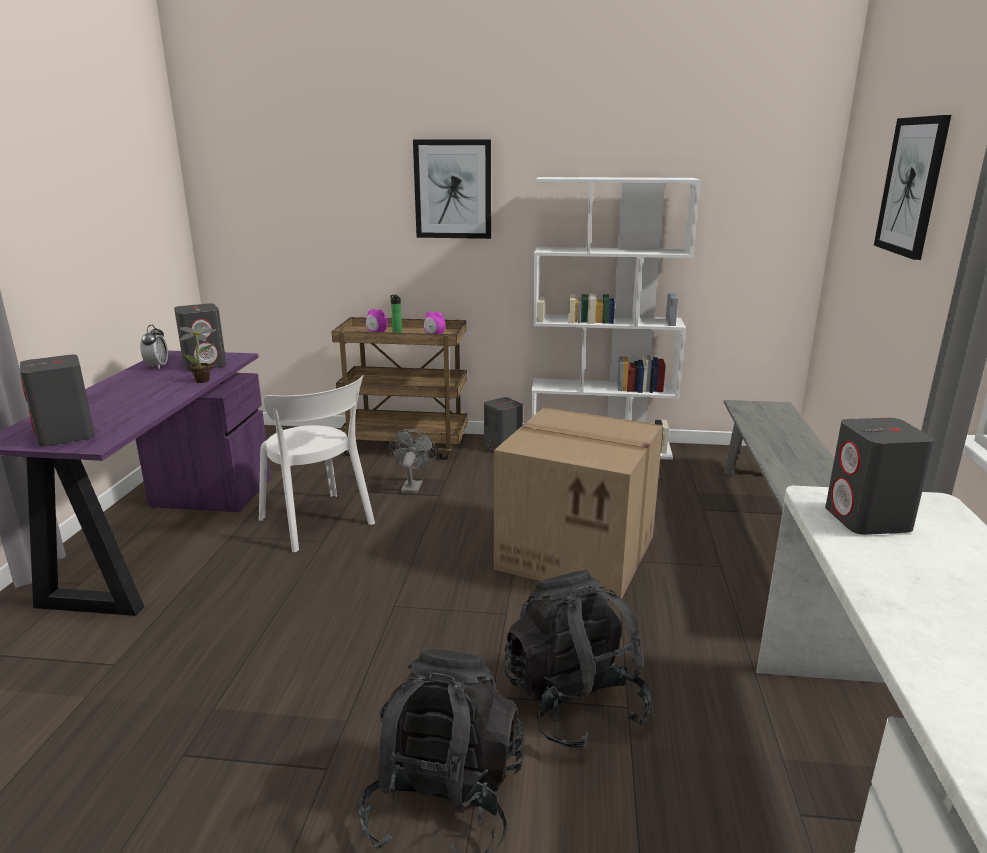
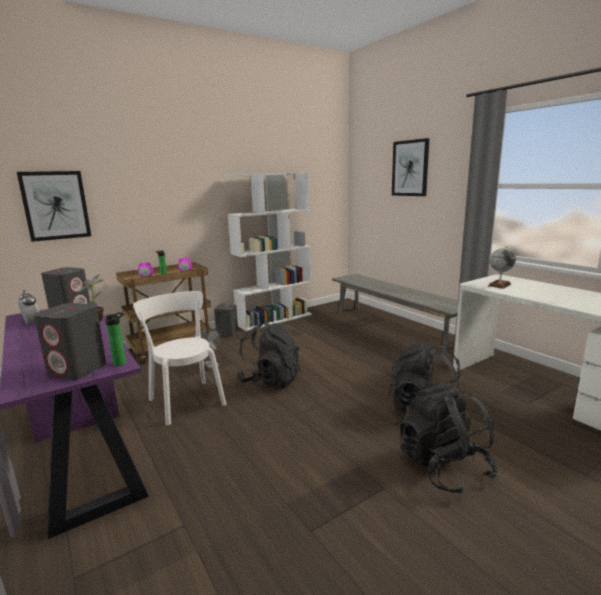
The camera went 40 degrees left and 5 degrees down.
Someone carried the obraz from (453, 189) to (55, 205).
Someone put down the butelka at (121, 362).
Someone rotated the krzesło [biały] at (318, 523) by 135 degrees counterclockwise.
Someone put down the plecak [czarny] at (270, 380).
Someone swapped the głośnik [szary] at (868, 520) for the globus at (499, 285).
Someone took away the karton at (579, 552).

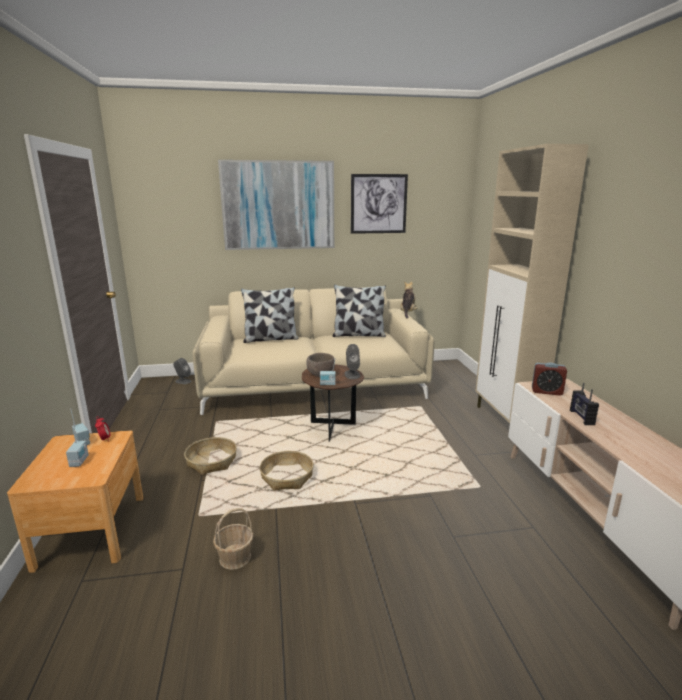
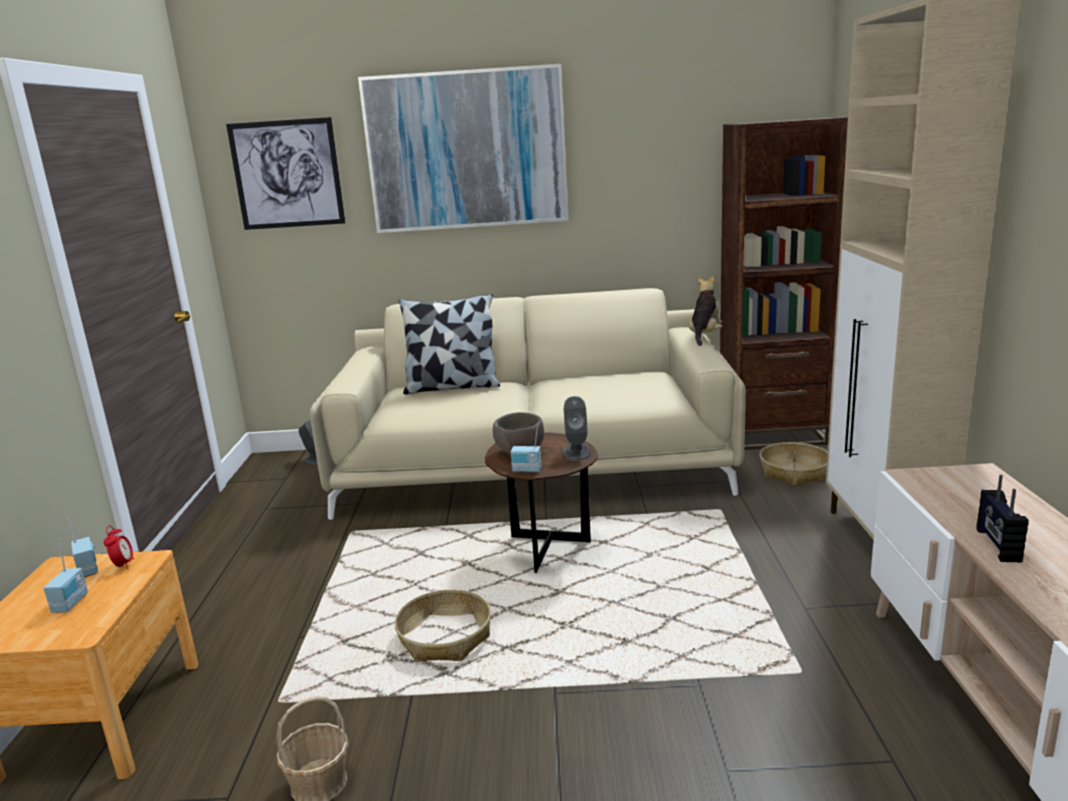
The camera went 10 degrees right and 0 degrees up.
Someone carried the obraz from (378, 204) to (287, 174).
Someone put down the regał [brązowy] at (772, 435).
Someone carried the koszyk from (211, 462) to (794, 472).
Someone took away the poduszka at (358, 335).
Someone took away the budzik at (546, 392).

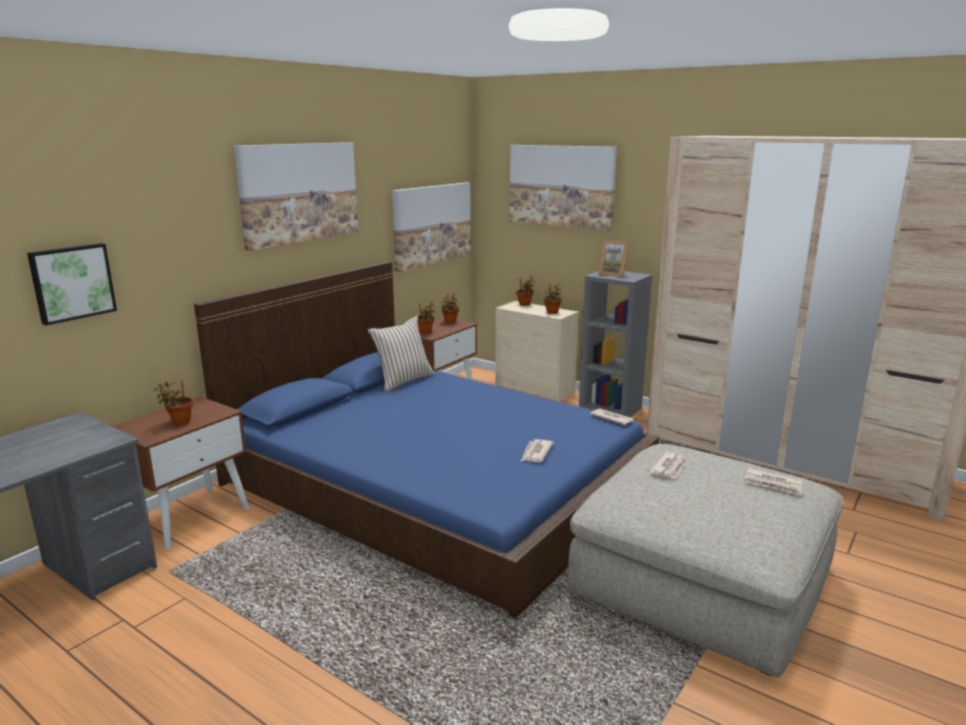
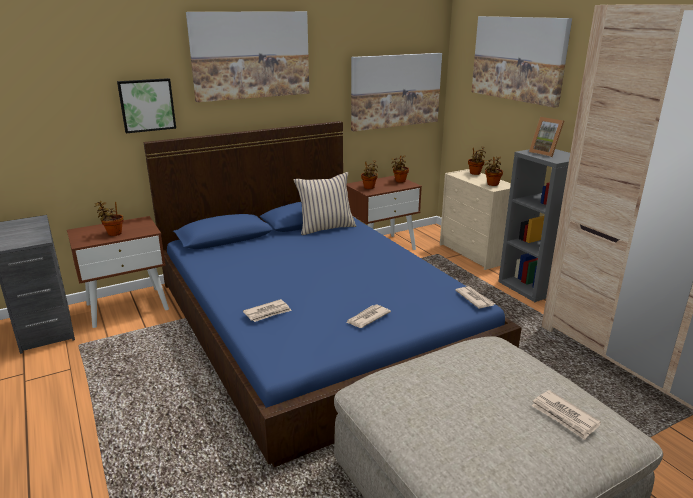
The camera went 25 degrees right and 5 degrees up.
Someone carried the obraz from (72, 282) to (147, 105).
Someone carried the gazeta from (669, 467) to (268, 312).

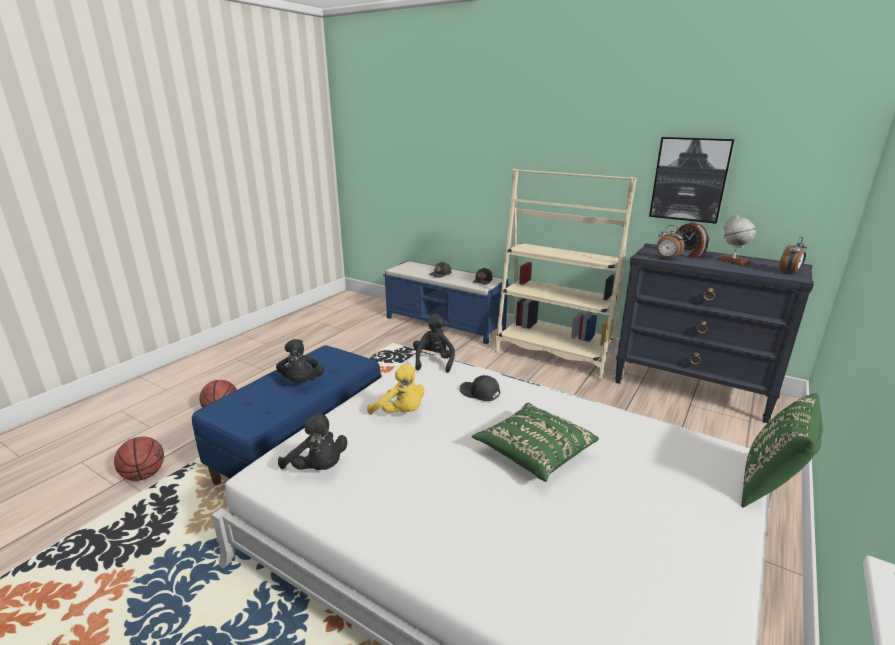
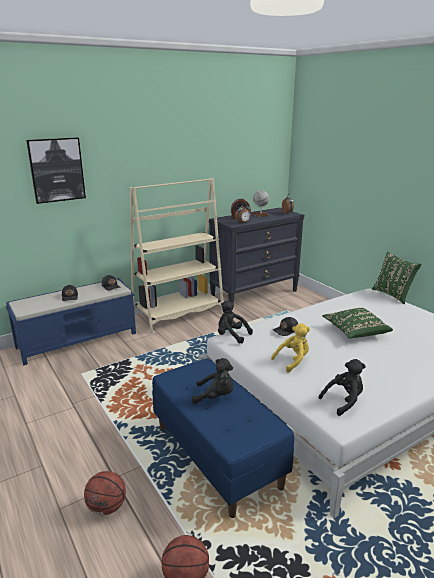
The camera went 65 degrees left and 0 degrees up.
Someone carried the obraz from (689, 179) to (56, 170).

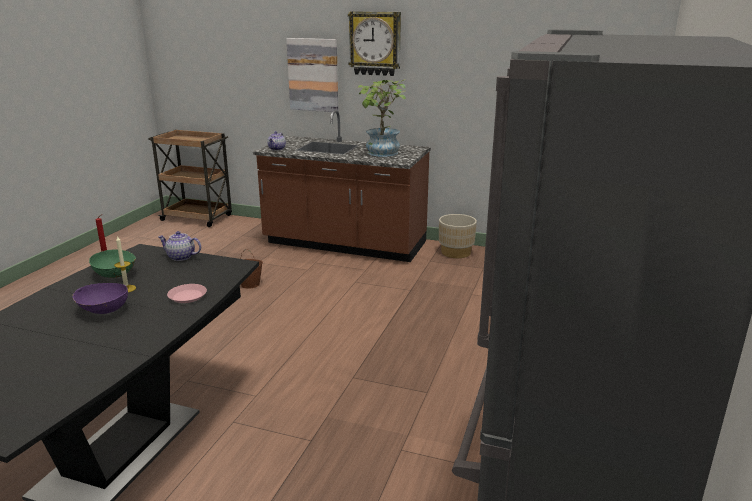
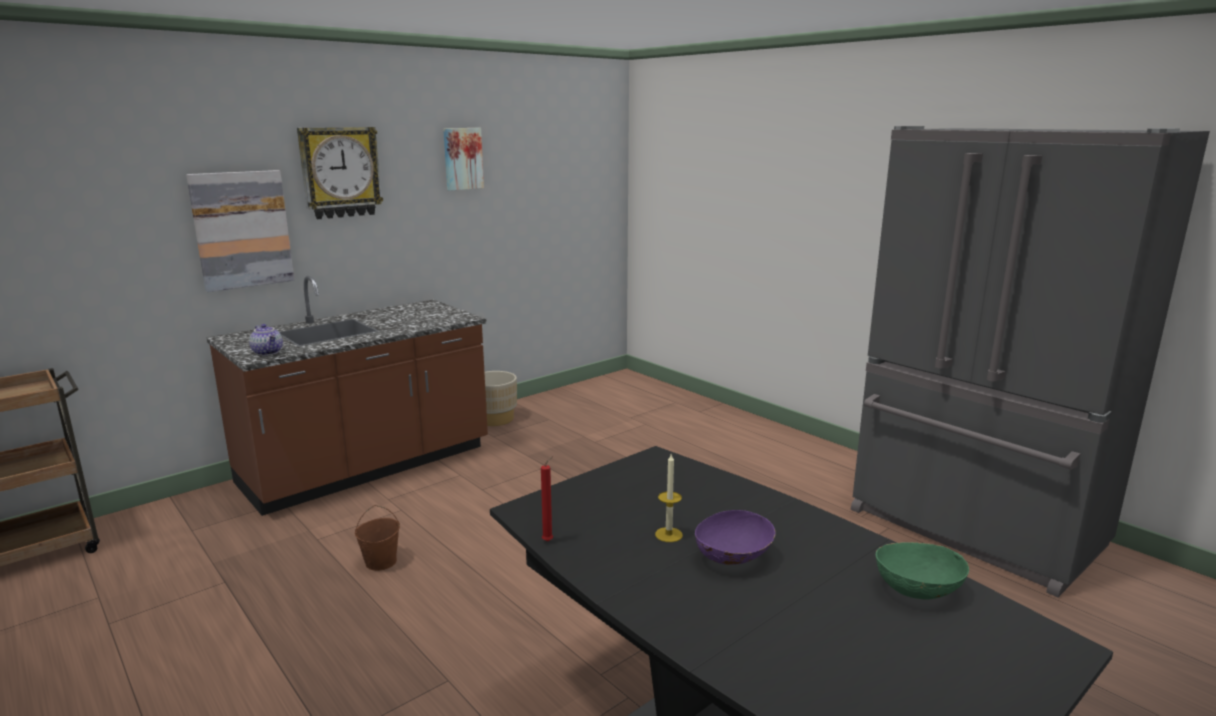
The camera went 60 degrees left and 5 degrees down.
Someone put up the obraz at (462, 158).
Someone carried the miska [zielony] from (115, 275) to (917, 589).
Someone took away the imbryk at (180, 257).
Someone took away the talerz [różowy] at (187, 296).
Someone took away the roślina doniczkowa at (381, 153).

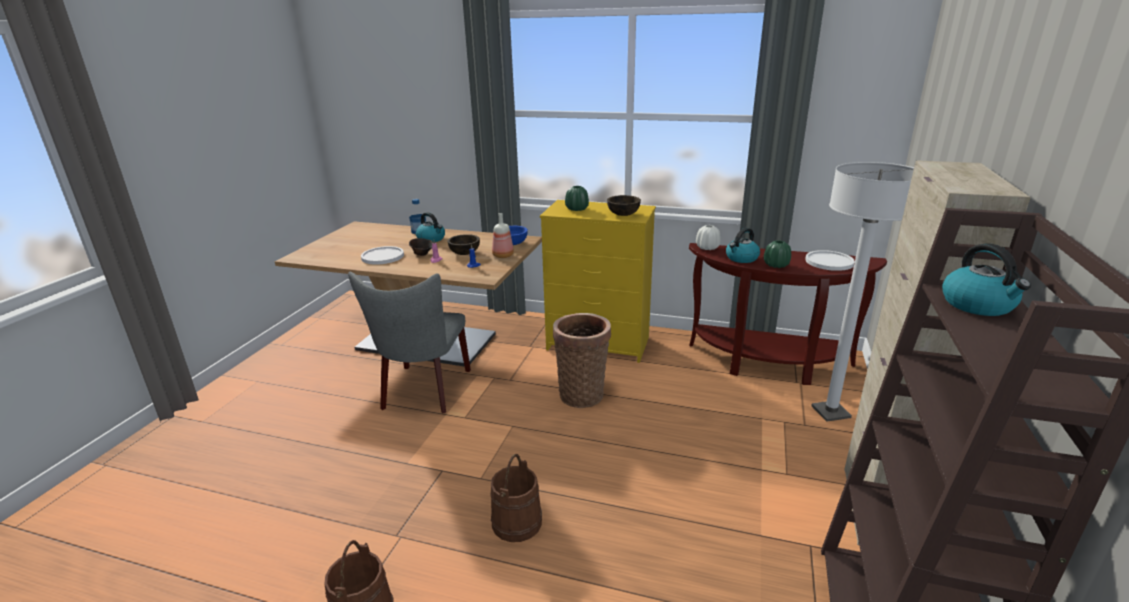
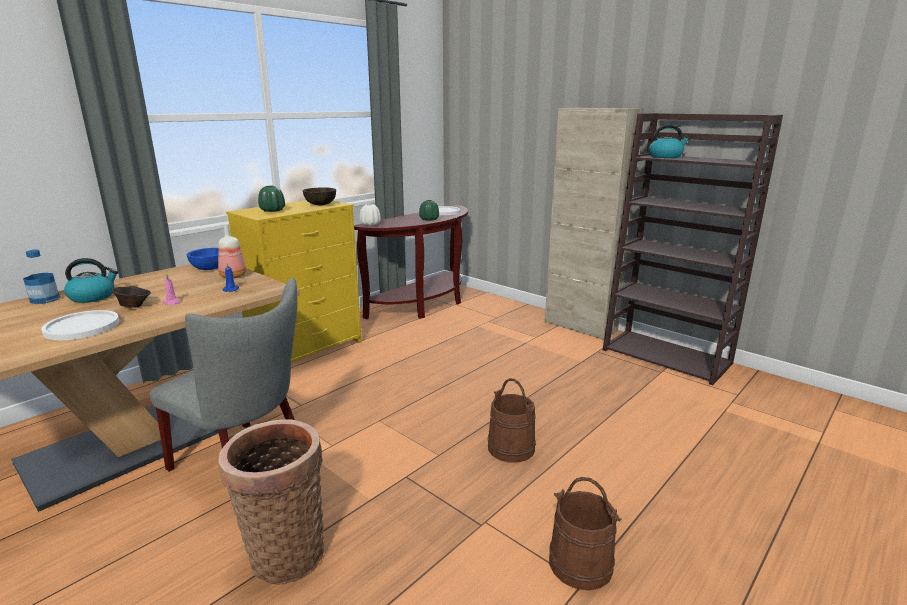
The camera went 65 degrees left and 5 degrees down.
Someone carried the koszyk from (582, 393) to (285, 552).
Someone took away the miska [brązowy] at (465, 253).
Someone took away the czajnik at (741, 258).
Someone took away the lampa stojąca [biały] at (830, 412).

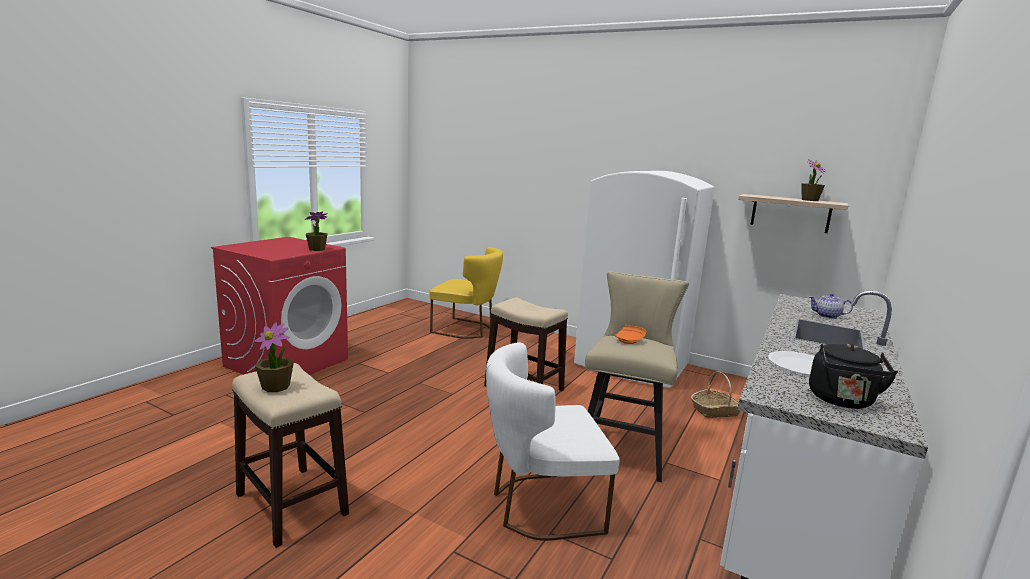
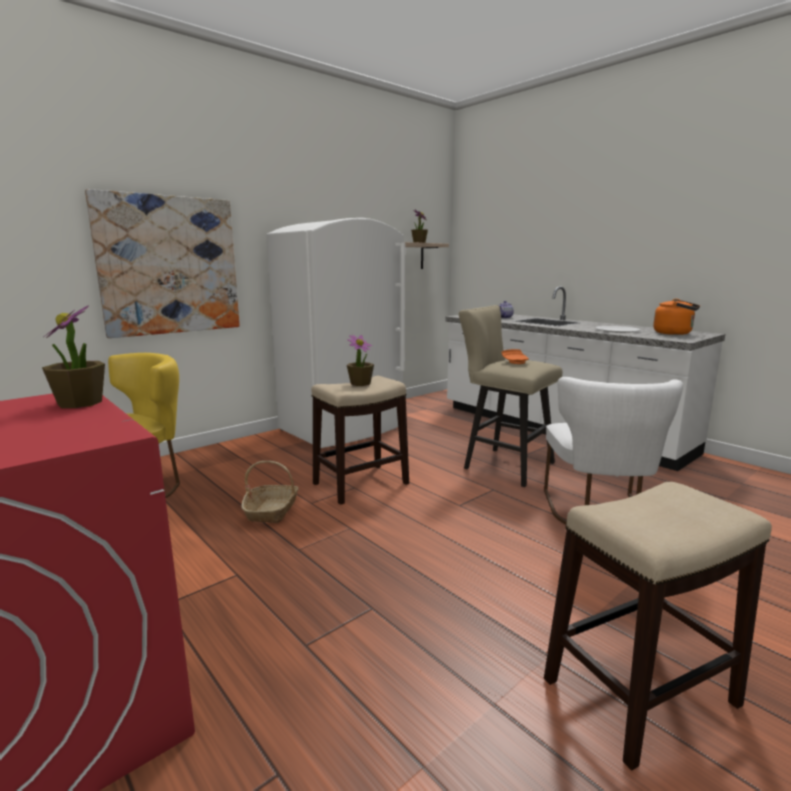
The camera went 70 degrees left and 0 degrees up.
Someone put up the obraz at (169, 265).
Someone carried the koszyk from (715, 411) to (272, 510).
Someone carried the roślina doniczkowa from (276, 386) to (360, 383).
Someone repainted the czajnik [czarny] at (842, 401), which became the czajnik [pomarańczowy] at (675, 333).

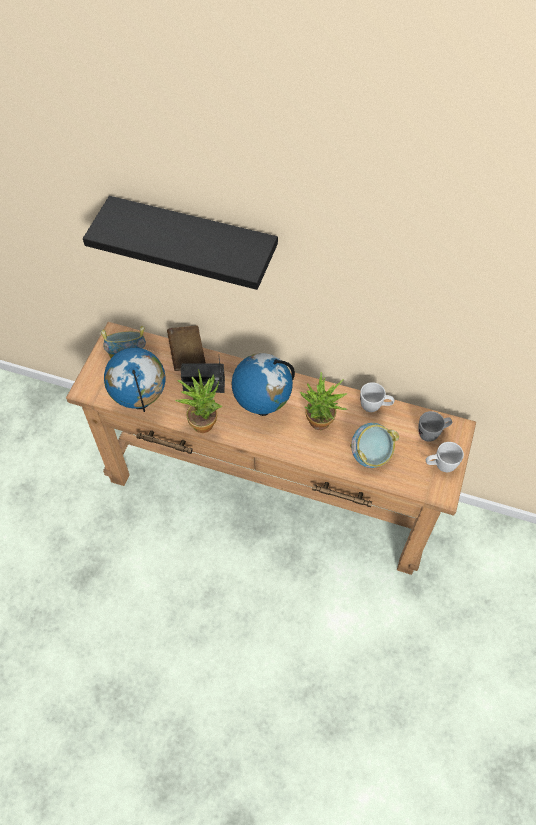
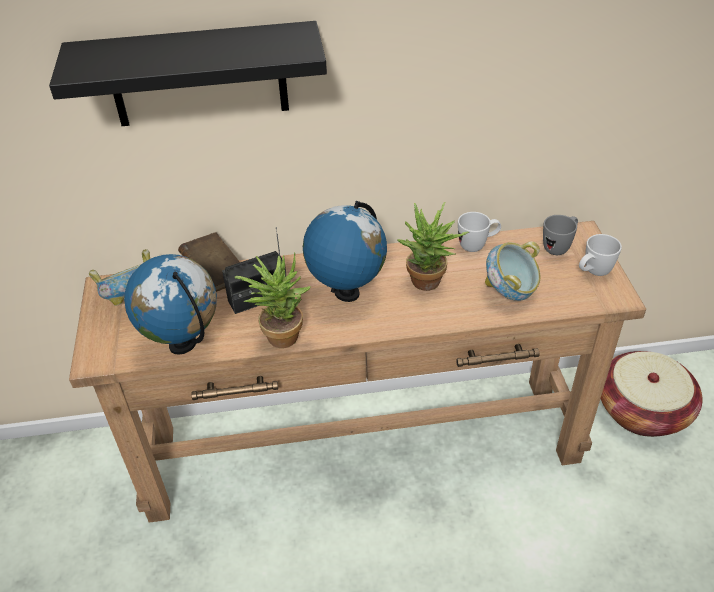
The camera went 25 degrees left and 15 degrees down.
Someone put down the koszyk at (642, 410).

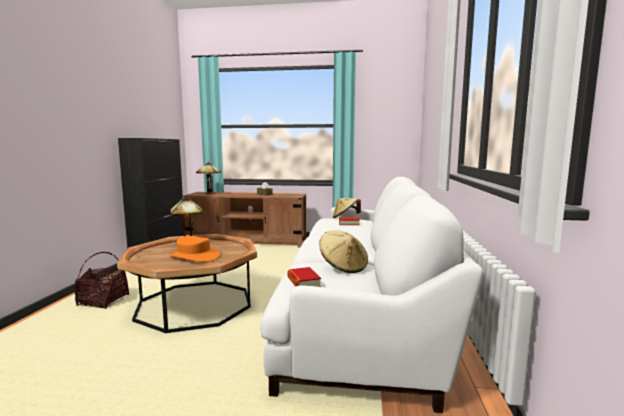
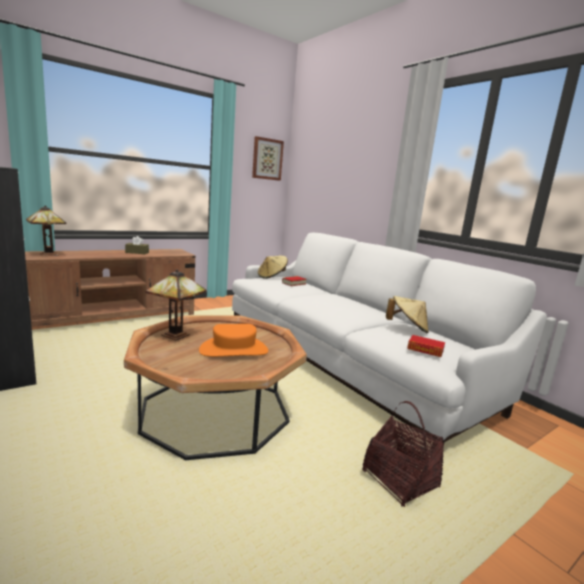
The camera went 45 degrees left and 5 degrees up.
Someone put up the obraz at (267, 159).
Someone carried the koszyk from (103, 301) to (400, 480).

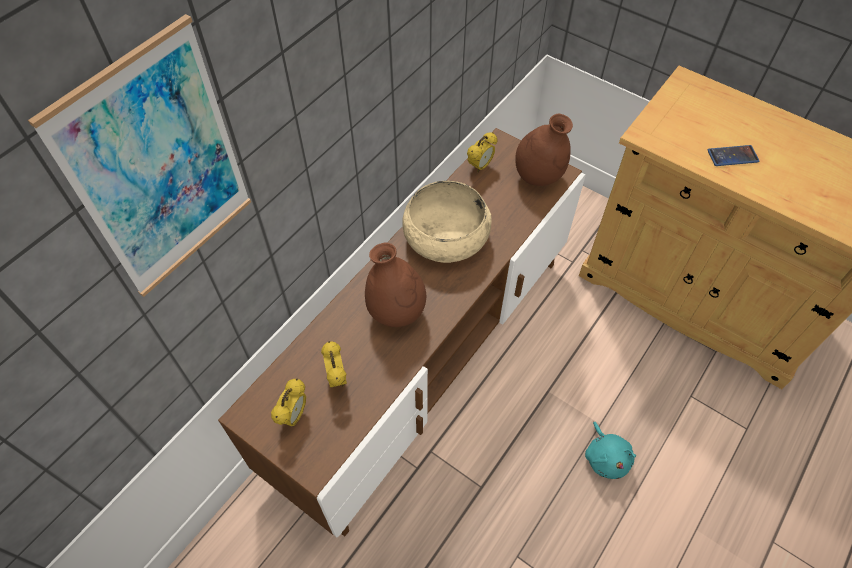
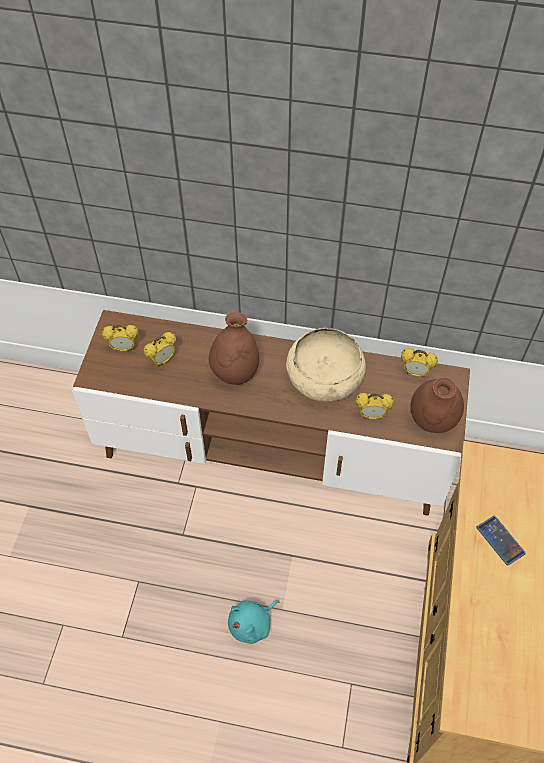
The camera went 65 degrees right and 0 degrees up.
Someone put down the budzik at (371, 415).
Someone took away the obraz at (160, 168).

